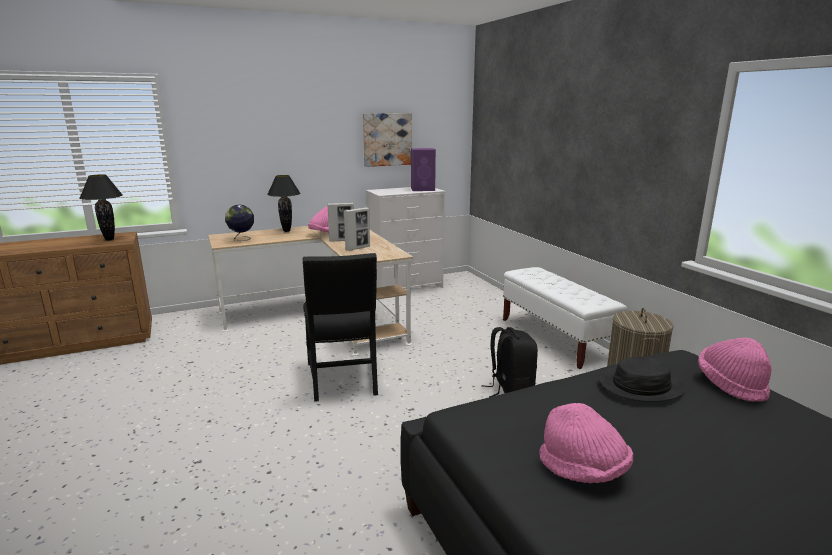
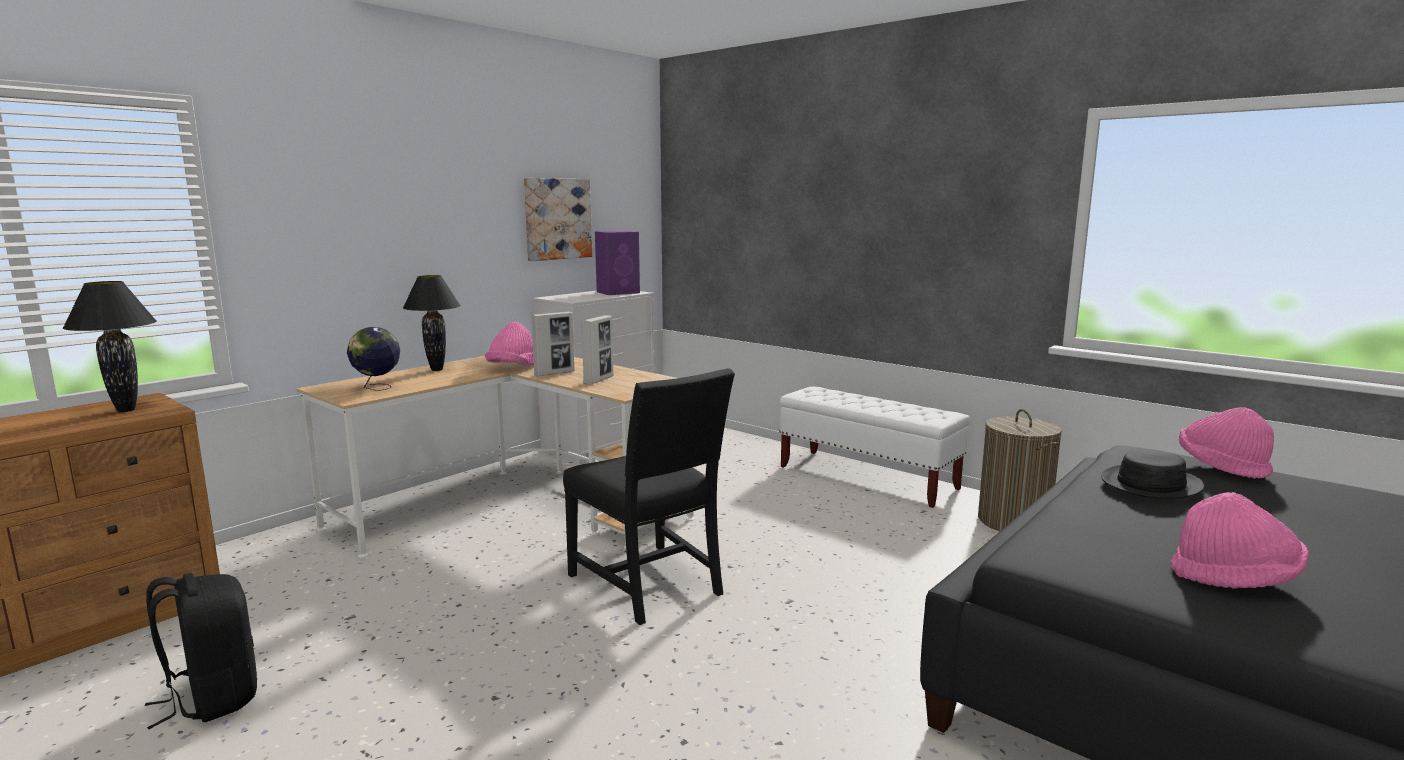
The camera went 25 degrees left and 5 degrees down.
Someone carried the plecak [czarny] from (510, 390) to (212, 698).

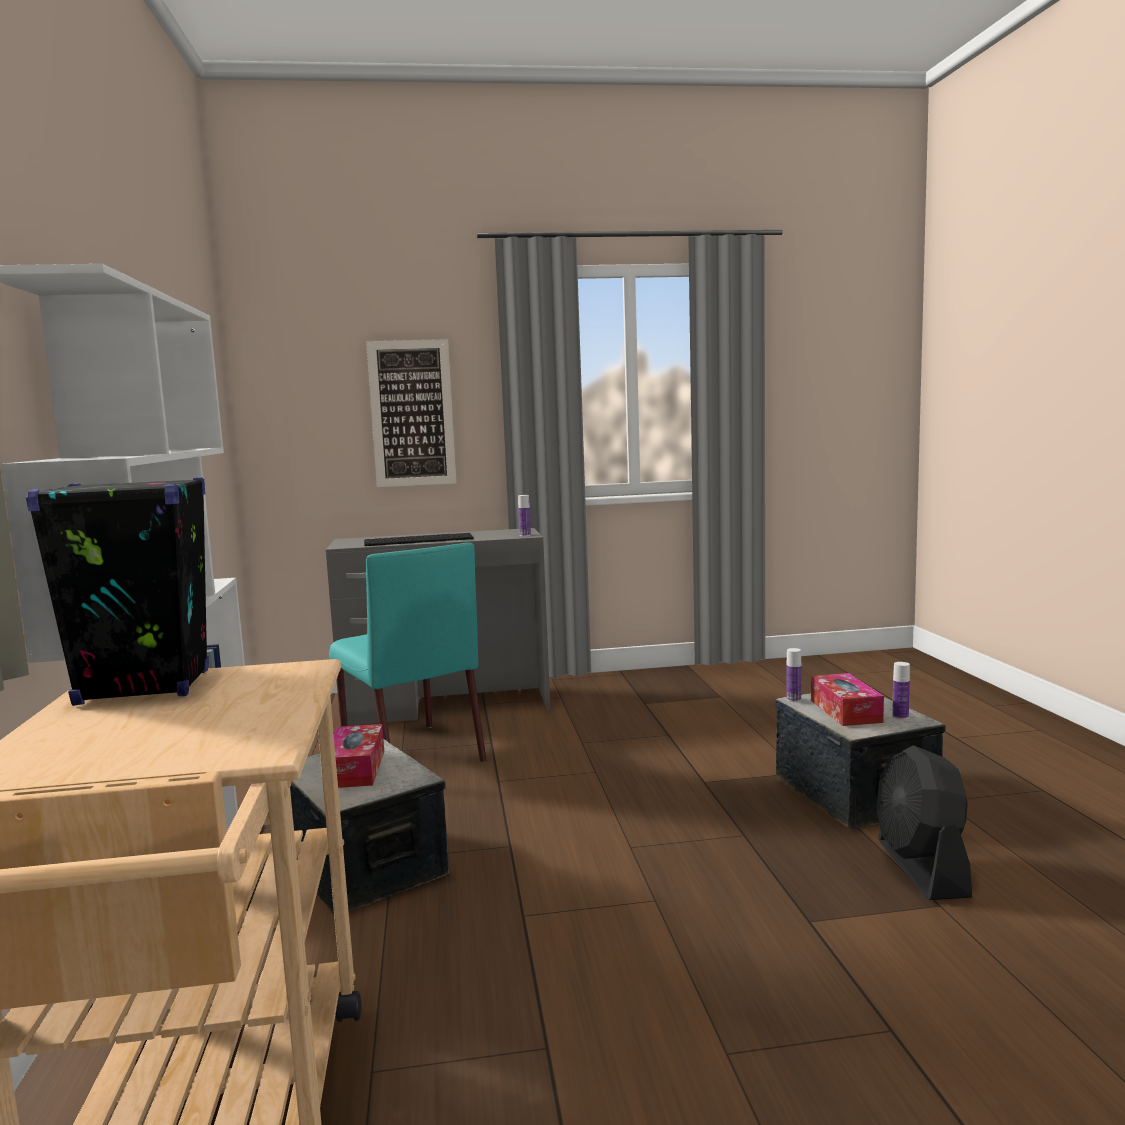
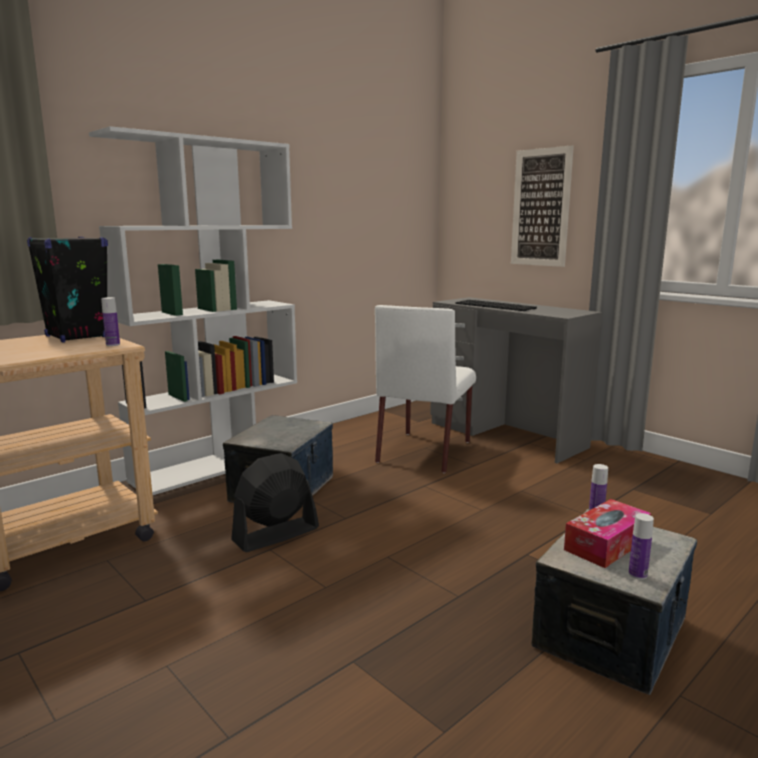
The camera went 55 degrees right and 5 degrees up.
Someone carried the butelka from (525, 535) to (113, 344).
Someone carried the wentylator [czarny] from (921, 868) to (275, 534).
Someone repainted the krzesło [turkusowy] at (410, 753), which became the krzesło [biały] at (424, 451).
Someone took away the pudełko chusteczek at (355, 769).

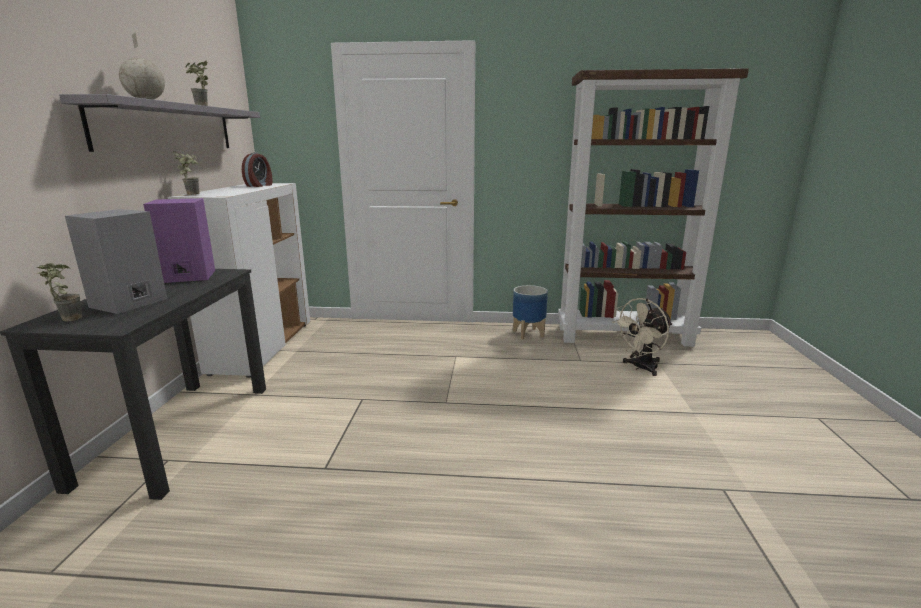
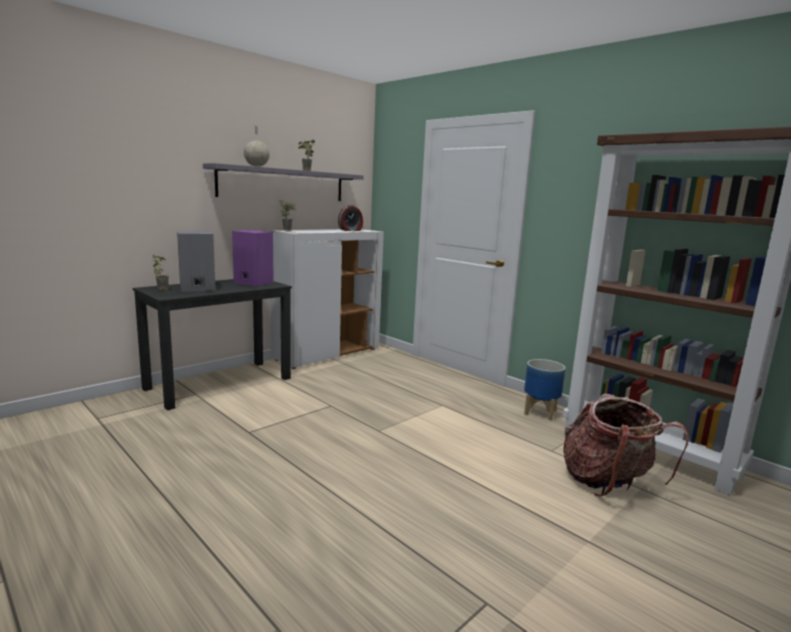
The camera went 40 degrees right and 5 degrees down.
Someone swapped the wentylator [beżowy] at (640, 368) for the plecak at (608, 483).

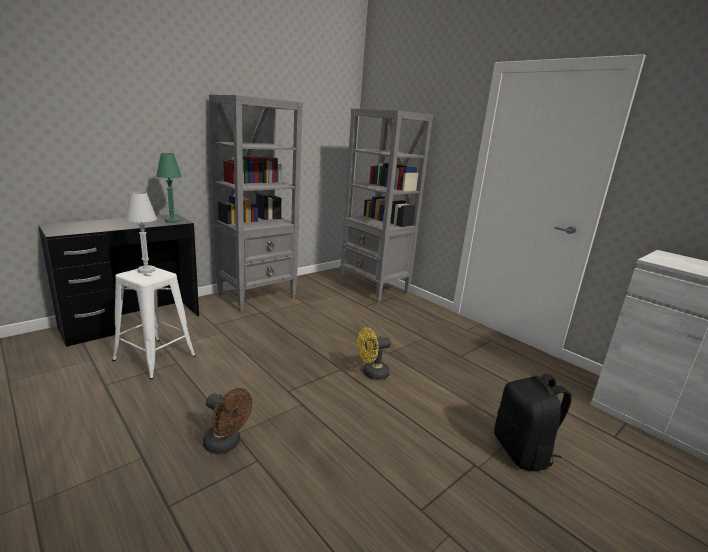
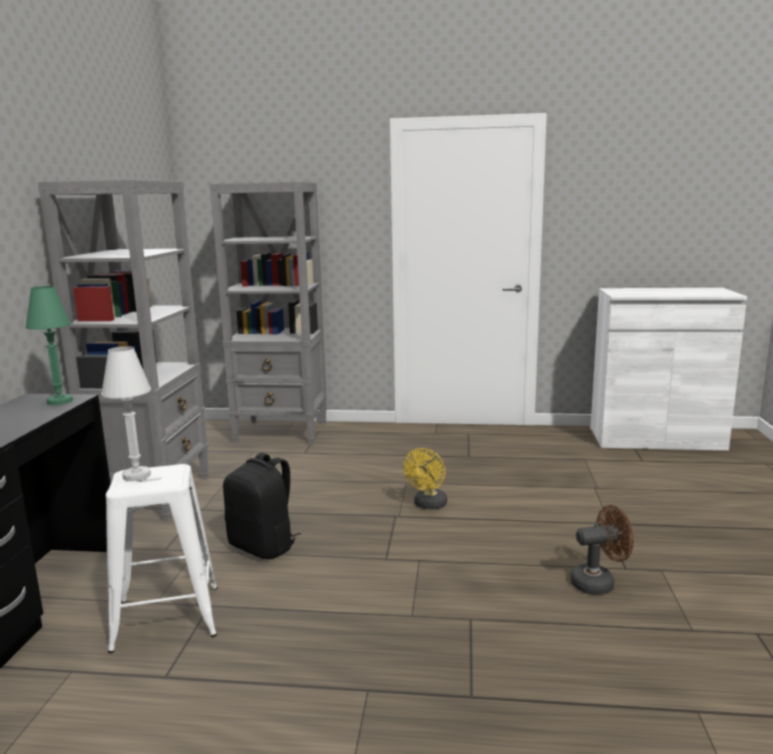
The camera went 40 degrees left and 5 degrees down.
Someone carried the plecak [czarny] from (523, 452) to (264, 547).
Someone carried the wentylator [brązowy] from (226, 444) to (599, 582).

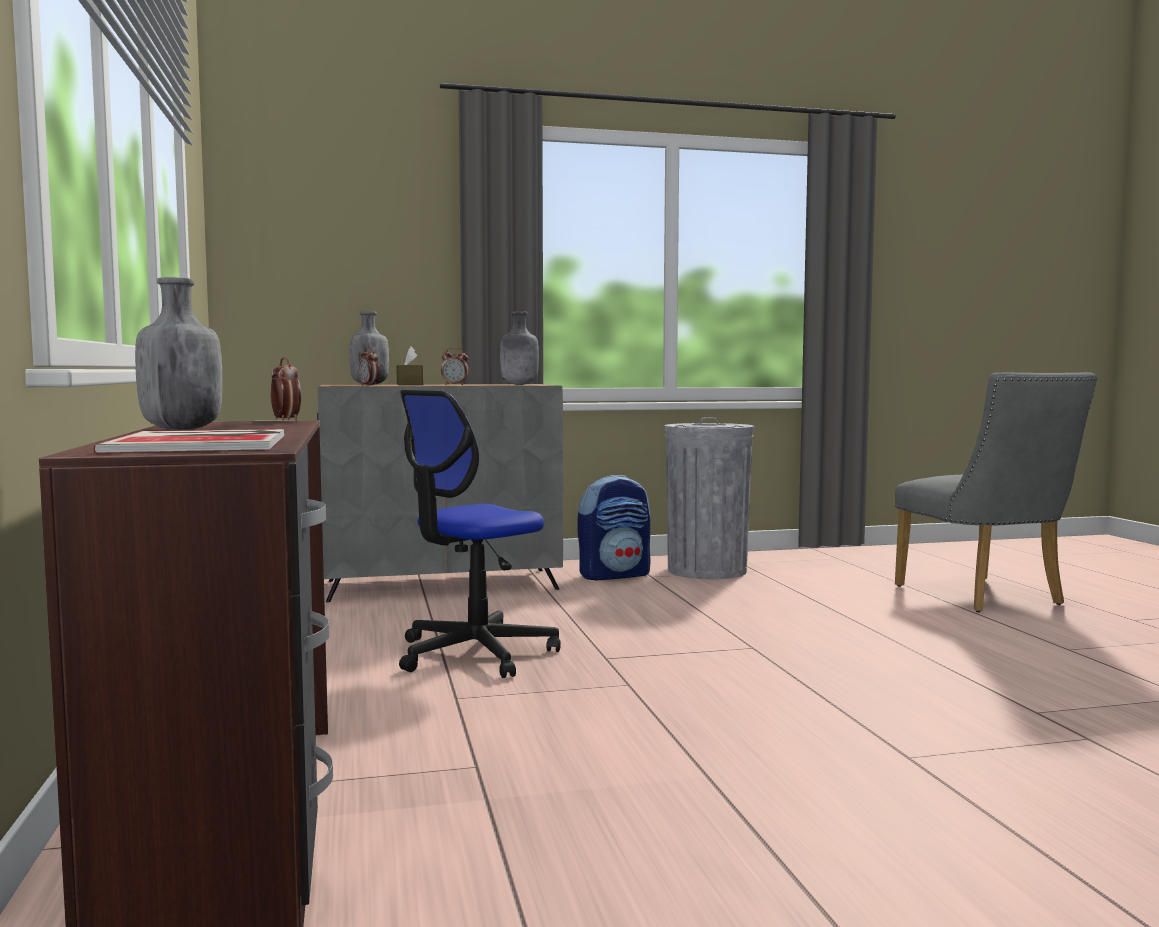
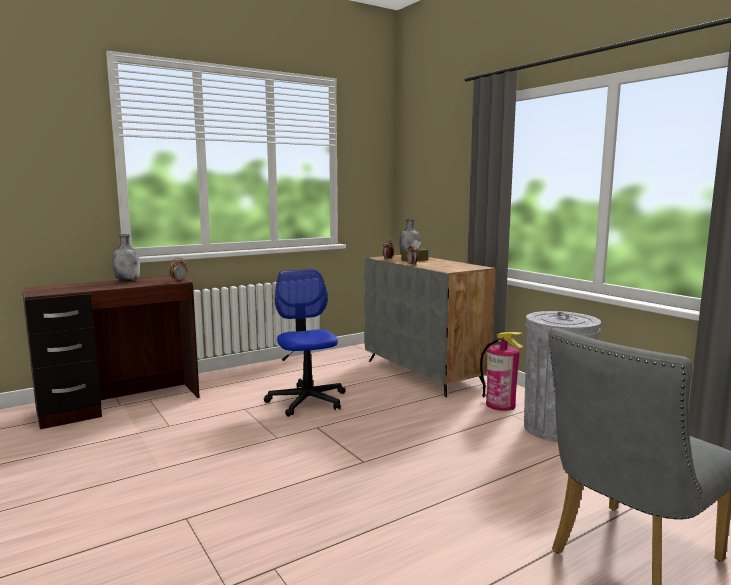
The camera went 70 degrees right and 5 degrees up.
Someone rotated the krzesło biurowe at (474, 653) by 45 degrees clockwise.
Someone swapped the plecak at (615, 575) for the gaśnica at (500, 405).
Someone took away the książka at (205, 442).
Someone took away the butelka [szary] at (519, 384).

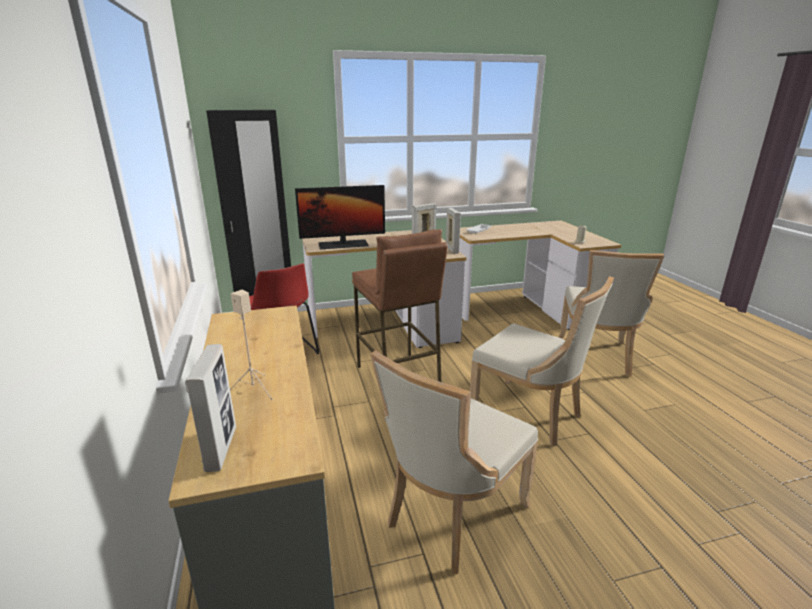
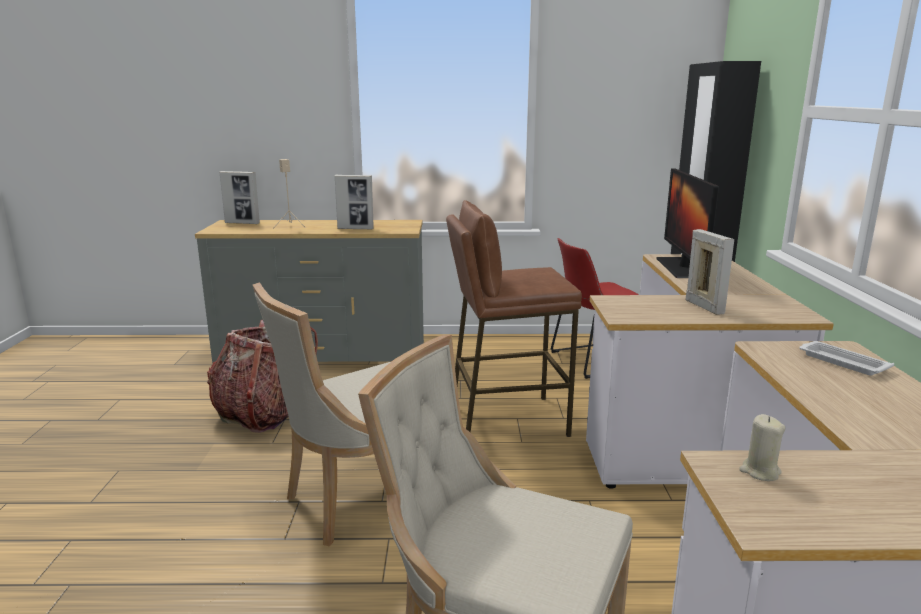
The camera went 105 degrees right and 5 degrees down.
Someone swapped the krzesło [beżowy] at (451, 515) for the plecak at (262, 415).
Someone carried the ramka na zdjęcie from (452, 250) to (355, 228).

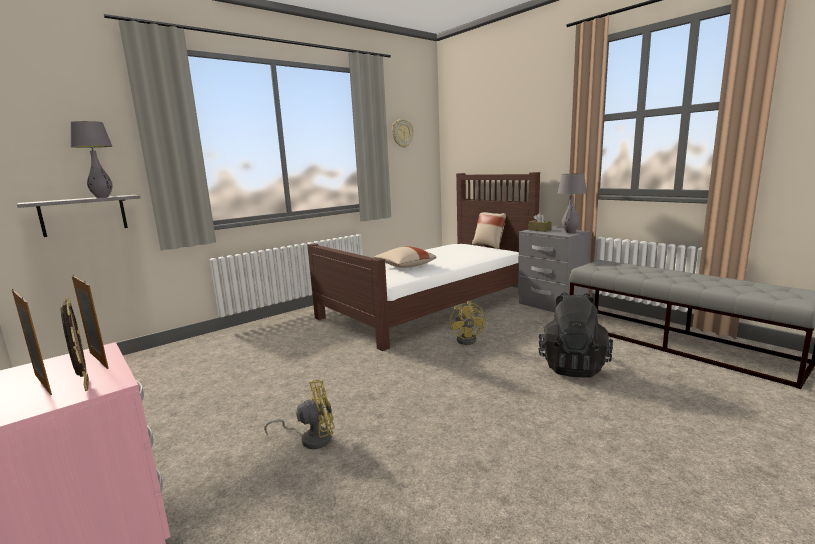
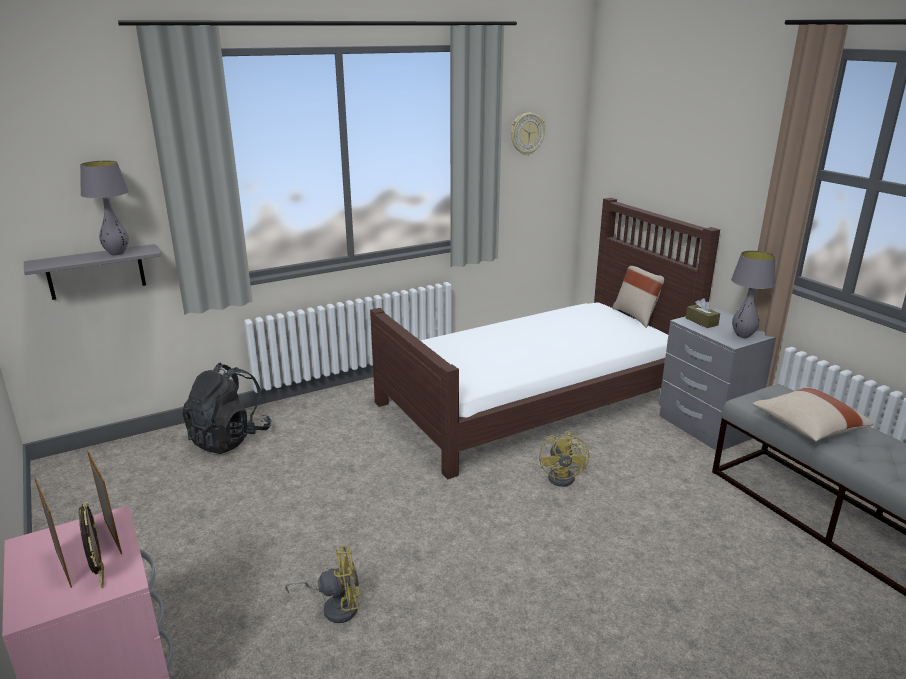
The camera went 10 degrees right and 10 degrees up.
Someone carried the plecak [czarny] from (572, 366) to (229, 439).
Someone carried the poduszka [beżowy] from (405, 266) to (807, 427).

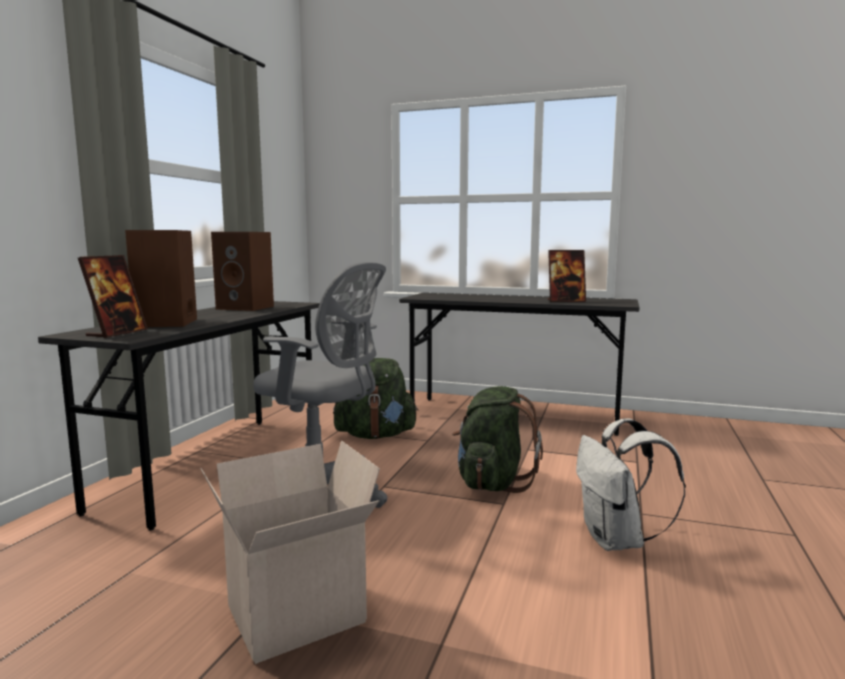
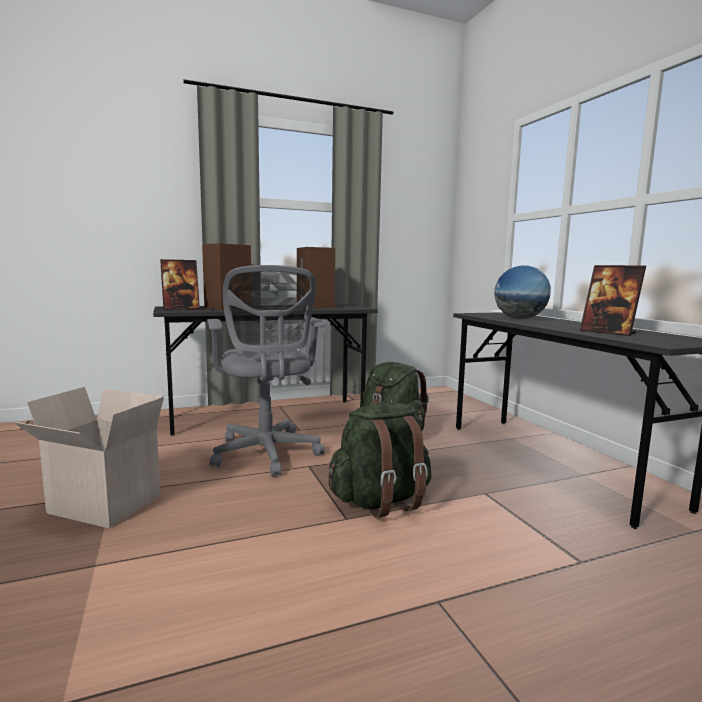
The camera went 50 degrees right and 0 degrees up.
Someone put down the globus at (519, 318).
Someone took away the plecak [biały] at (617, 541).

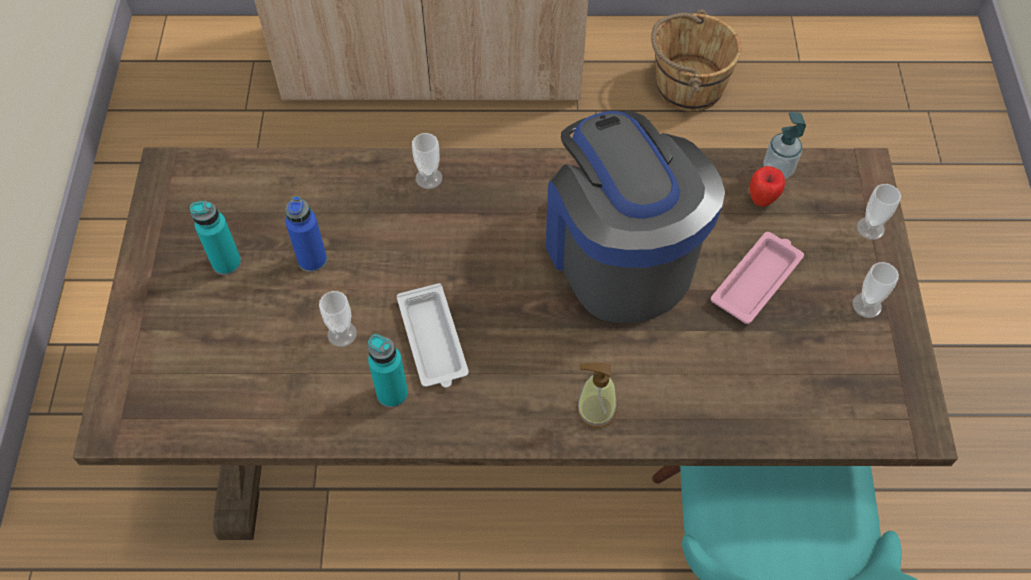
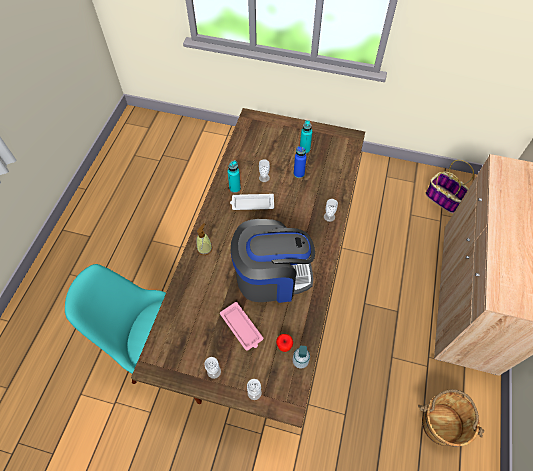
The camera went 105 degrees right and 0 degrees up.
Someone put down the koszyk at (444, 199).

